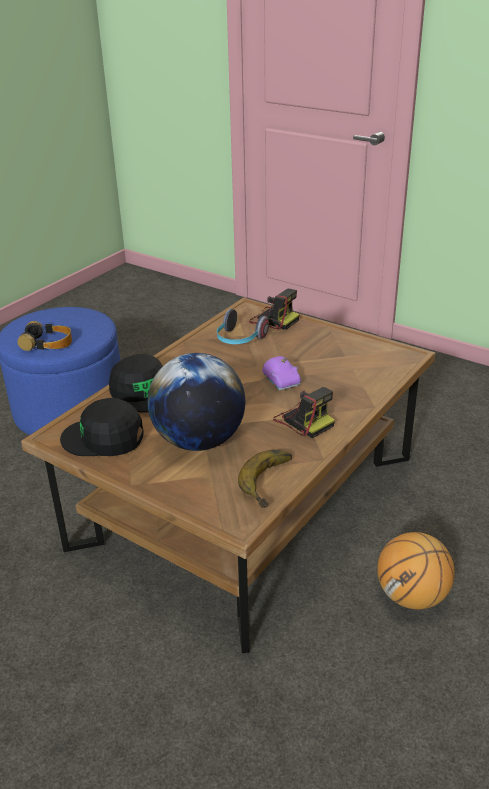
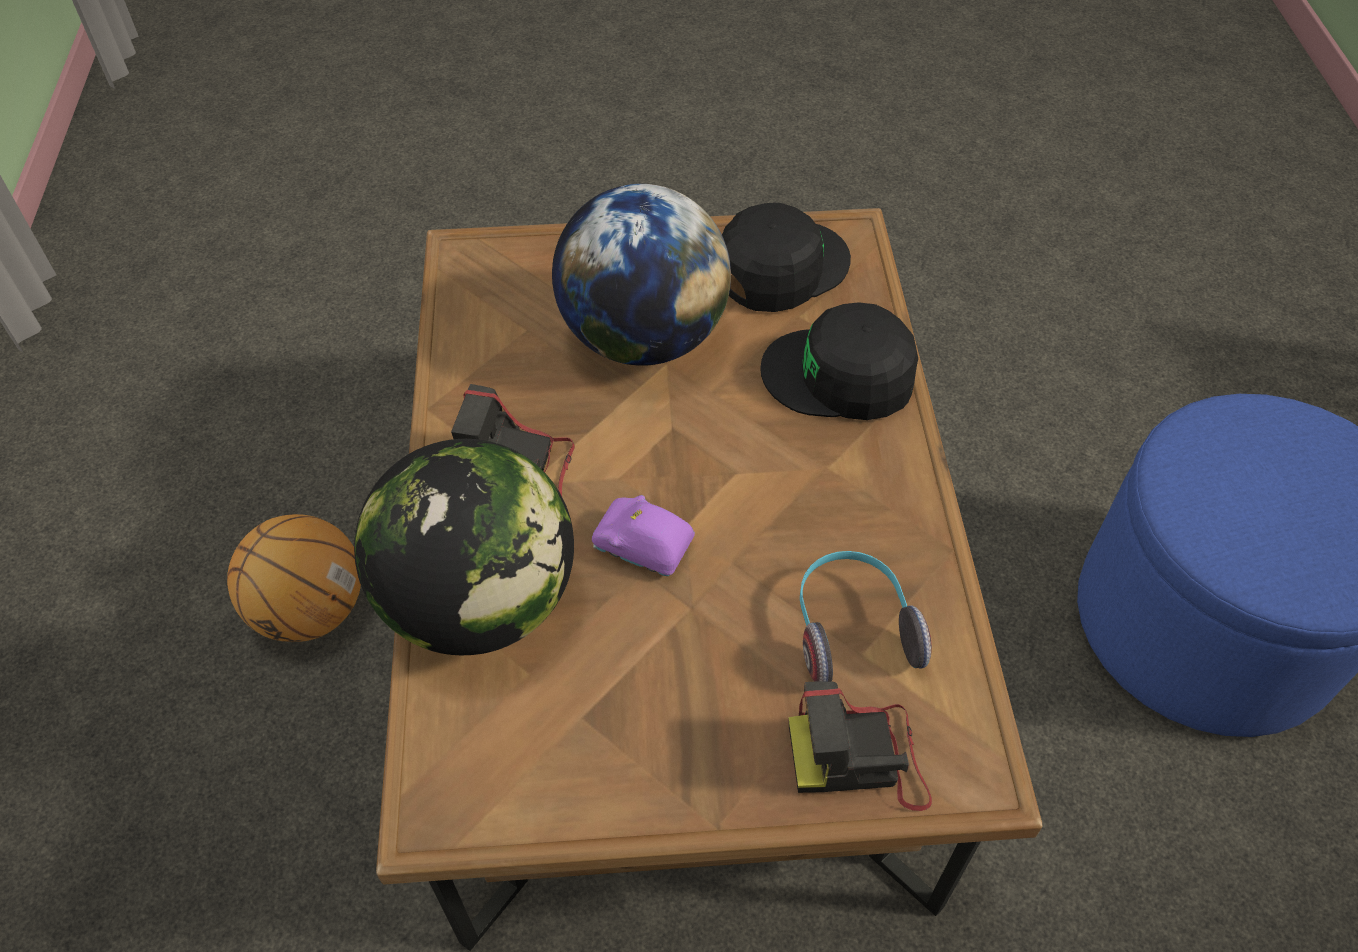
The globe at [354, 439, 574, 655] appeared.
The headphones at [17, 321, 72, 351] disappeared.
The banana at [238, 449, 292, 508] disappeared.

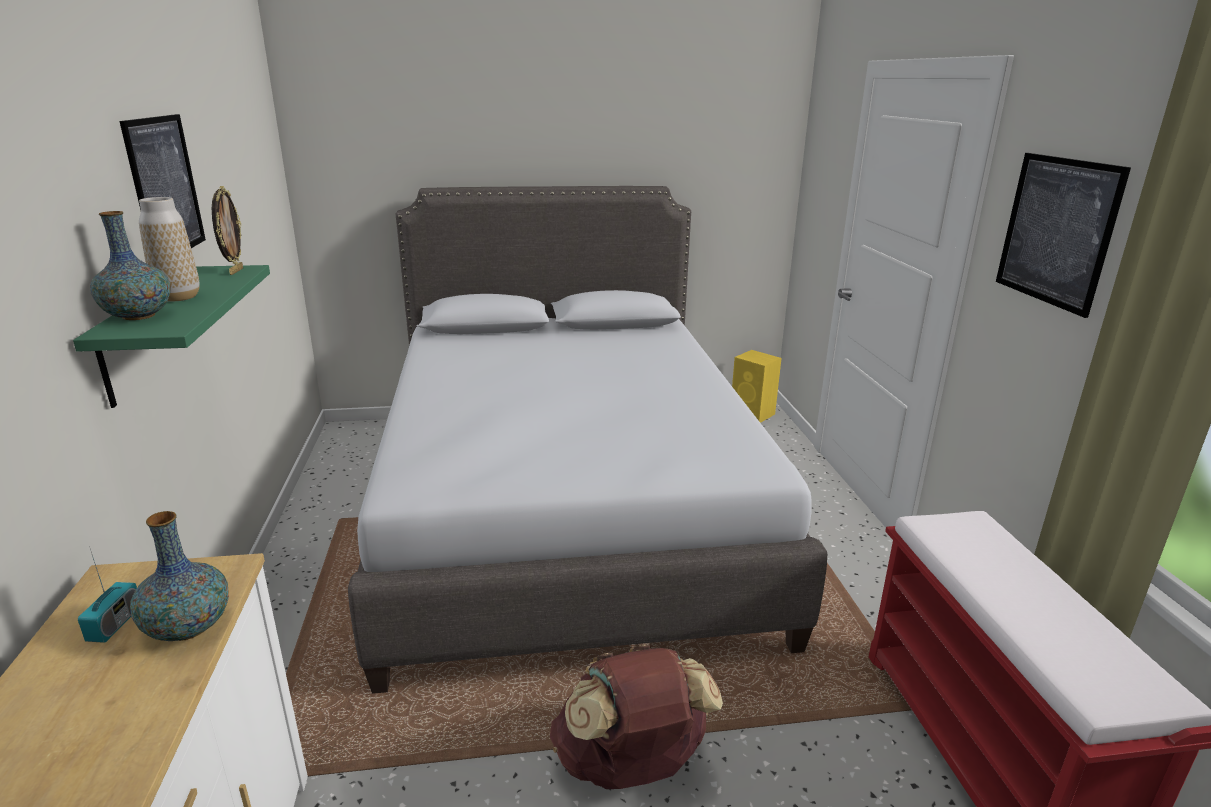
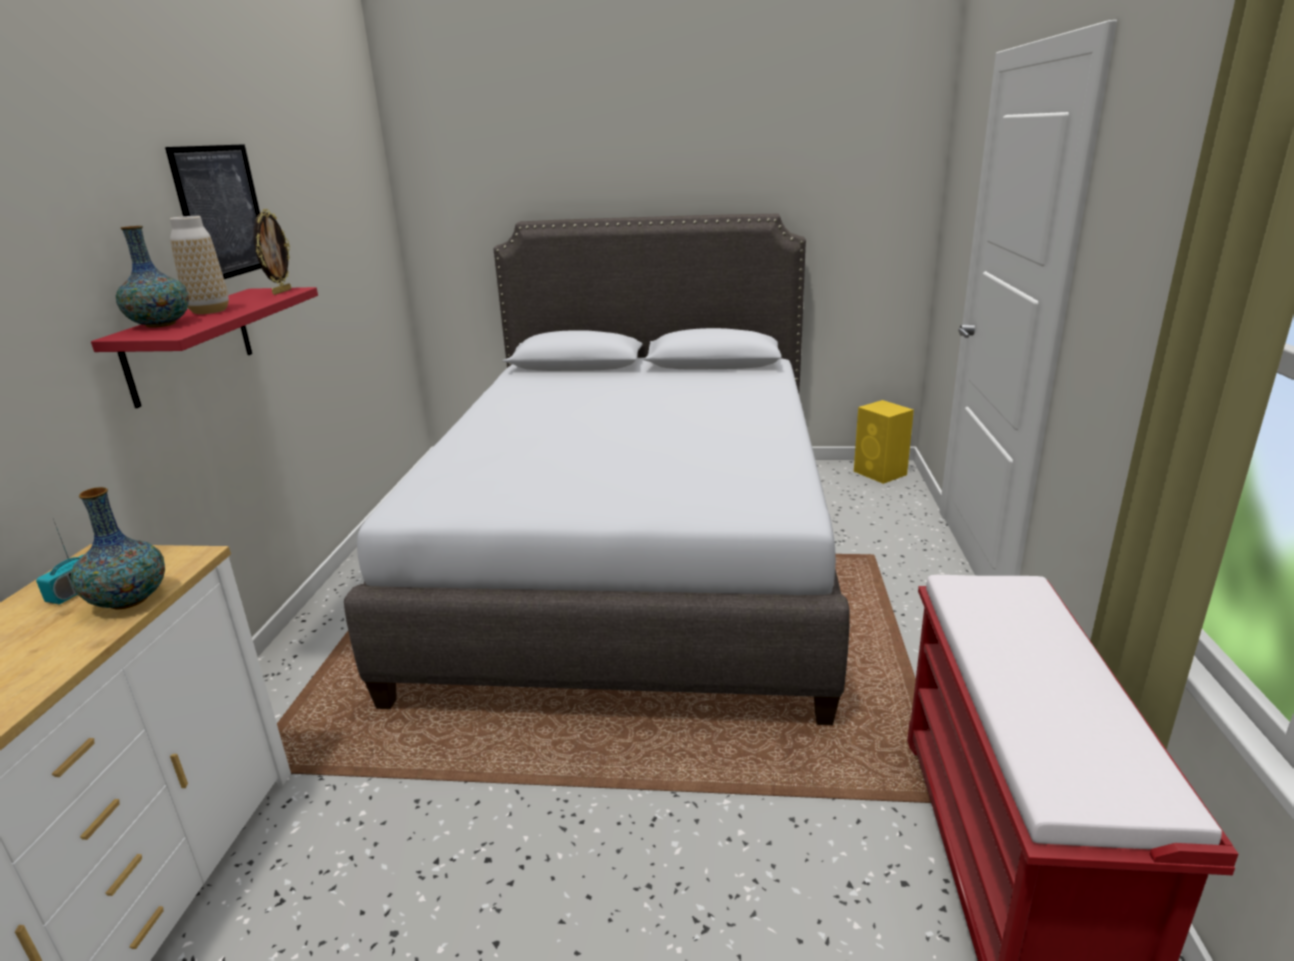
The green shelf at [73, 265, 270, 408] became the red shelf at [91, 287, 318, 408].
The brown backpack at [550, 644, 723, 789] disappeared.
The picture at [996, 153, 1131, 318] disappeared.

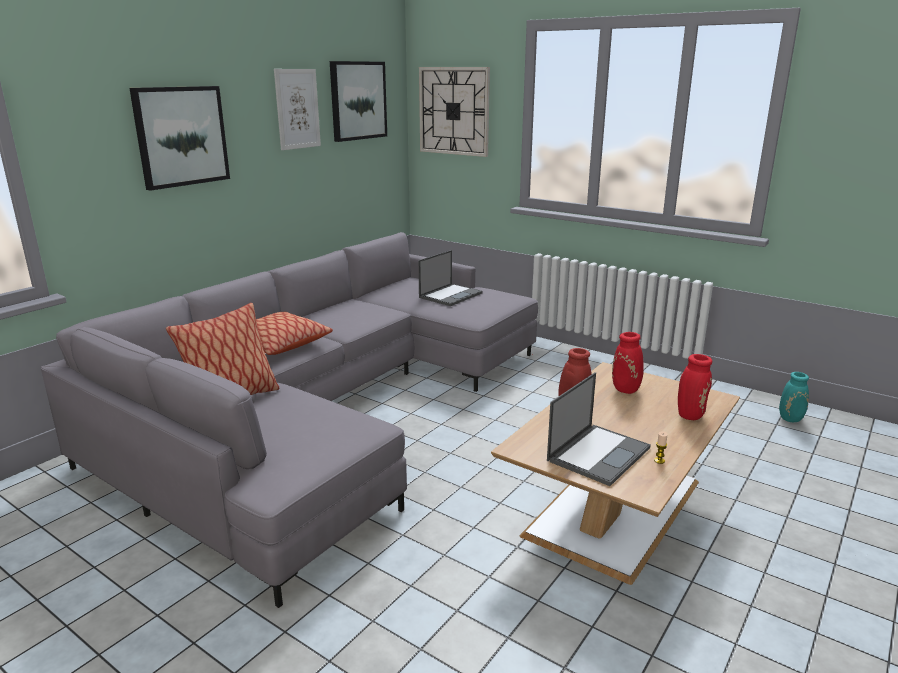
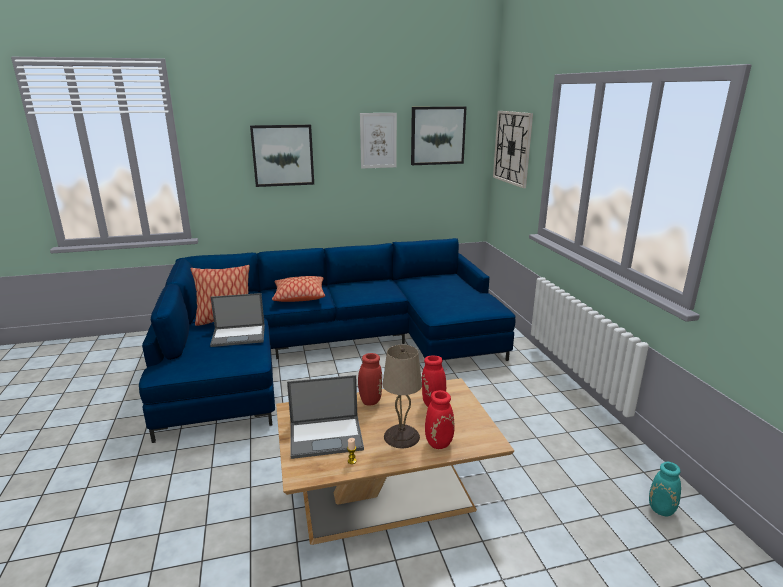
The grey sofa at [41, 232, 538, 608] became the blue sofa at [139, 238, 516, 443].
The laptop moved from [418, 250, 483, 306] to [210, 293, 265, 347].
The beige table lamp at [383, 345, 422, 448] appeared.

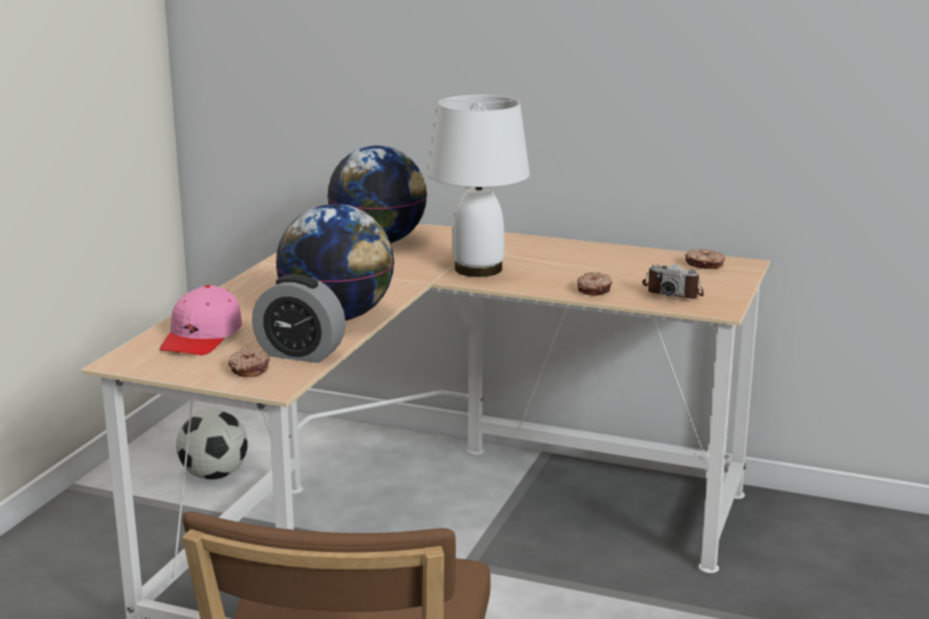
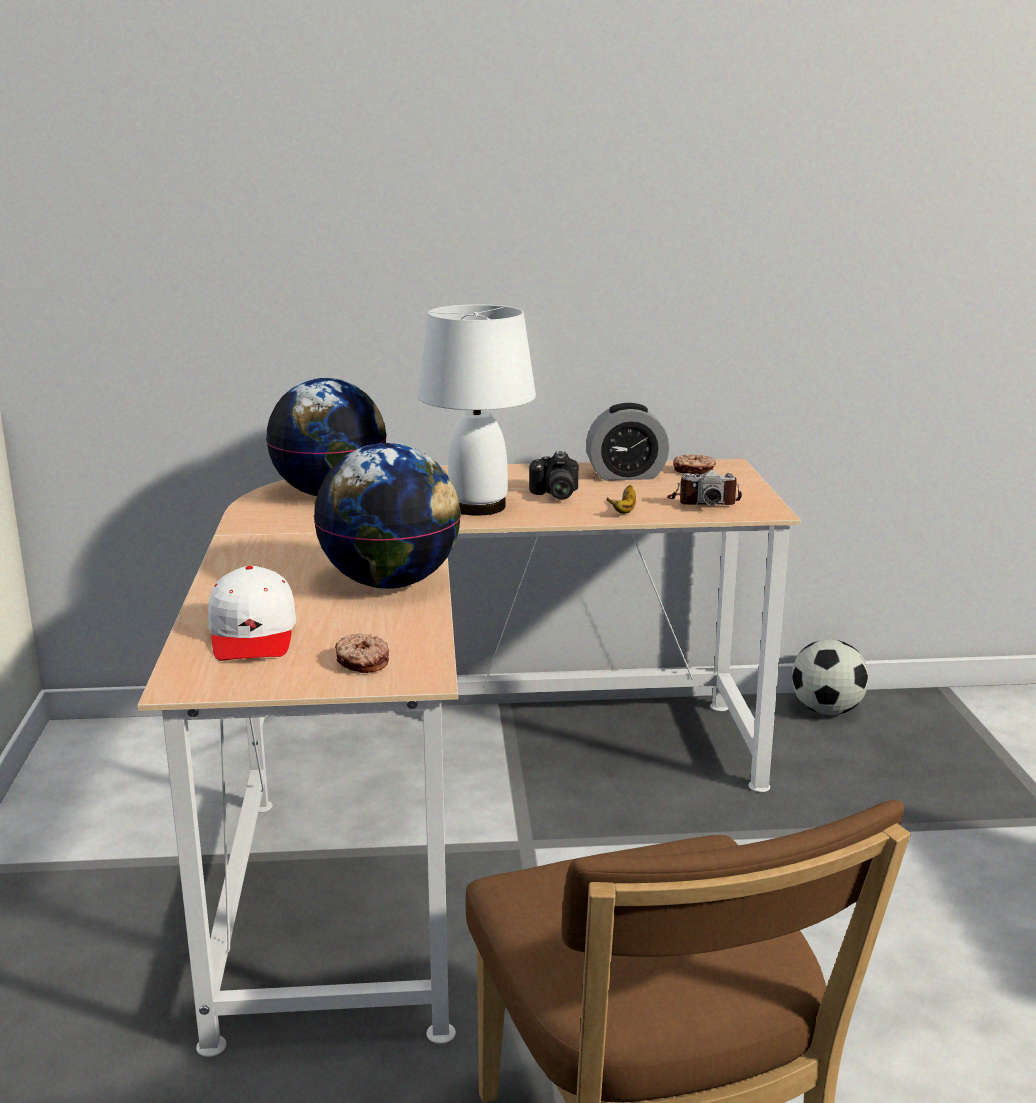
The pink cap at [160, 285, 242, 355] became the white cap at [208, 566, 296, 661].
The photo camera at [529, 451, 578, 500] appeared.
The alarm clock moved from [252, 274, 346, 363] to [586, 403, 669, 481].
The donut at [577, 272, 612, 296] was replaced by the banana at [607, 485, 636, 514].
The football moved from [176, 409, 248, 479] to [792, 639, 868, 715].

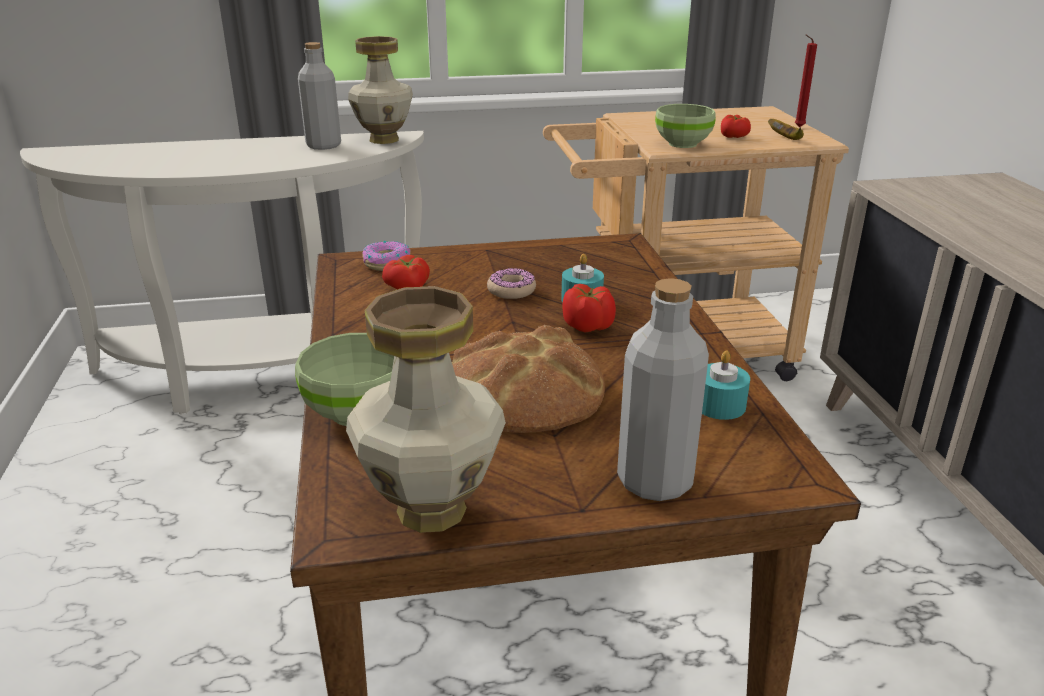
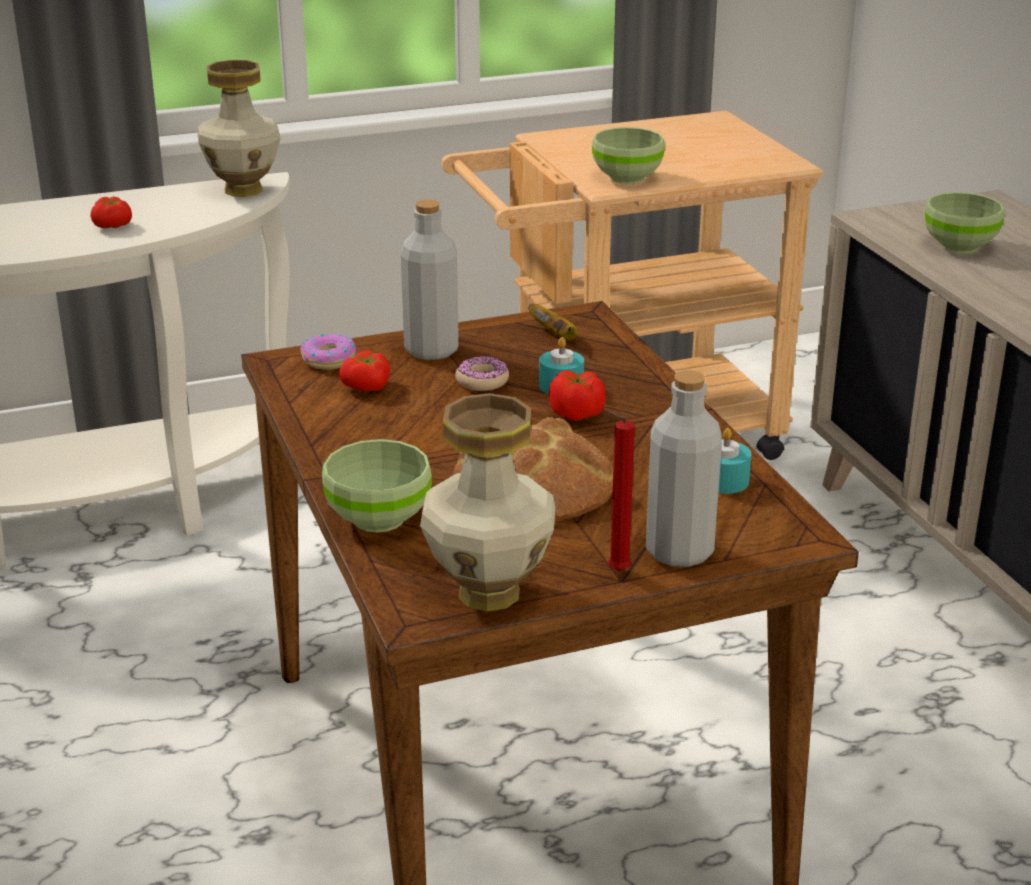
The tomato moved from [721, 115, 751, 138] to [91, 196, 132, 228].
The grey bottle moved from [298, 42, 341, 150] to [401, 199, 459, 360].
The banana moved from [768, 119, 804, 140] to [528, 303, 578, 340].
The red candle moved from [795, 35, 817, 127] to [608, 411, 635, 572].
The green bowl at [925, 192, 1004, 253] appeared.

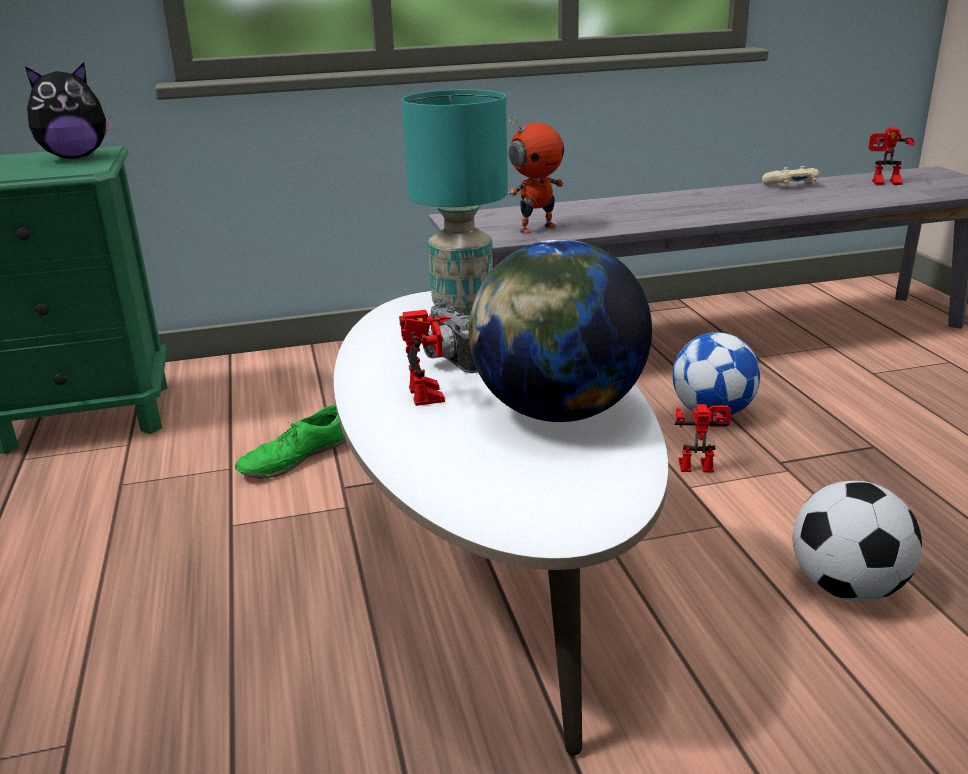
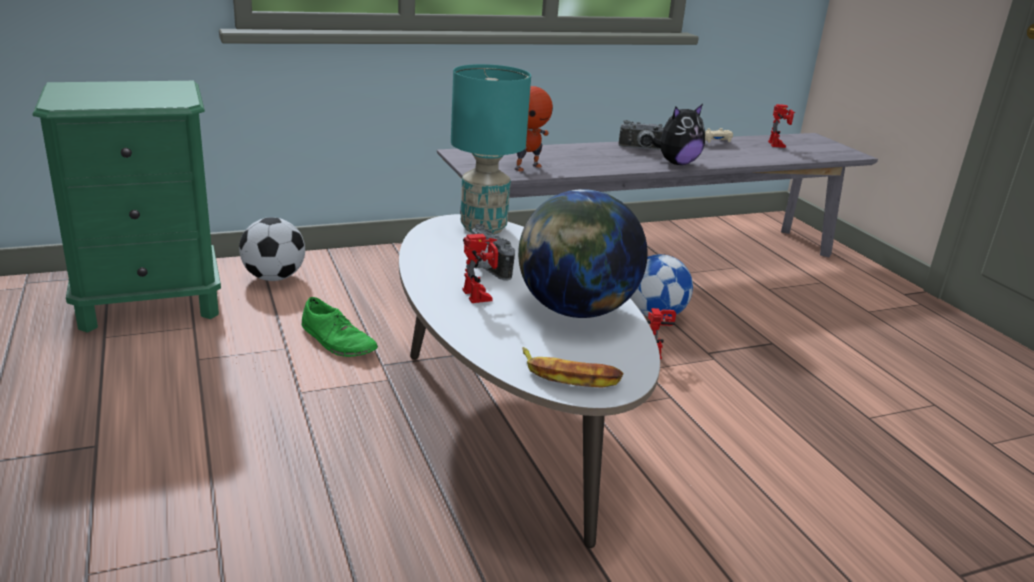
The football moved from [793, 481, 922, 601] to [239, 217, 305, 281].
The green shoe at [235, 404, 347, 479] turned 90 degrees counterclockwise.
The banana at [522, 347, 624, 388] appeared.
The photo camera at [618, 120, 664, 150] appeared.
The plush toy moved from [25, 62, 111, 158] to [651, 104, 705, 165].
The toy robot at [868, 128, 915, 185] turned 90 degrees counterclockwise.

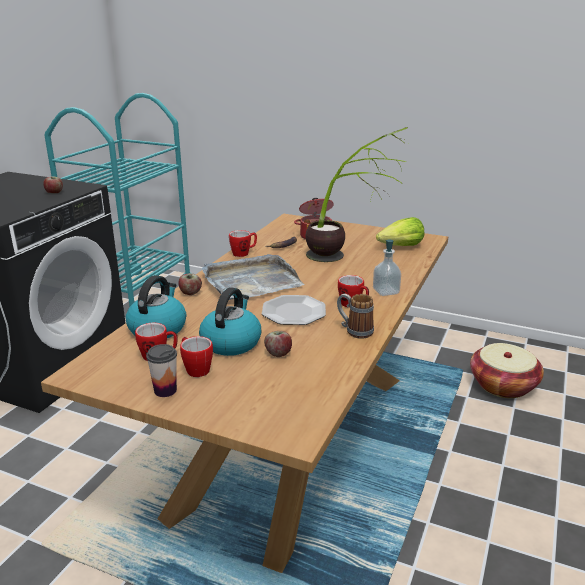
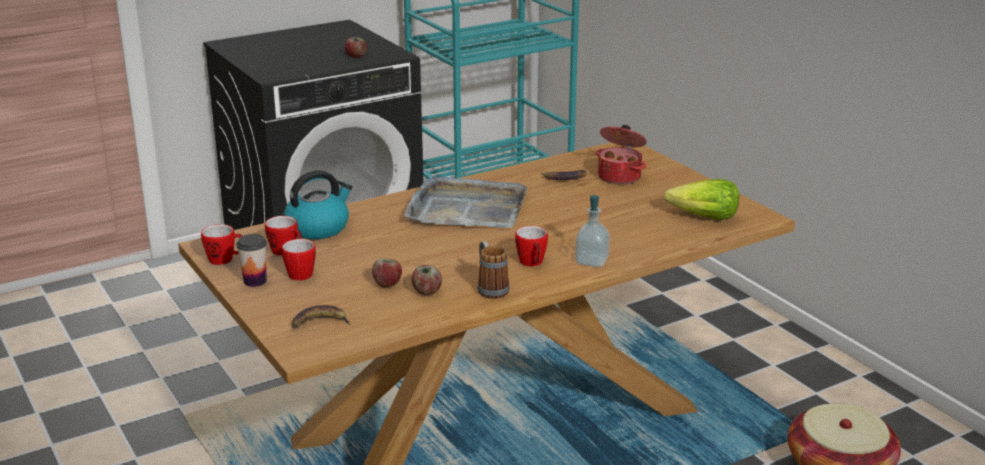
The mug moved from [229, 230, 257, 257] to [201, 224, 242, 265].
The banana at [292, 305, 351, 328] appeared.
The apple moved from [178, 273, 202, 295] to [412, 265, 442, 295].
The kettle at [199, 287, 261, 356] disappeared.
The plate at [262, 295, 326, 325] disappeared.
The potted plant at [305, 127, 408, 262] disappeared.

